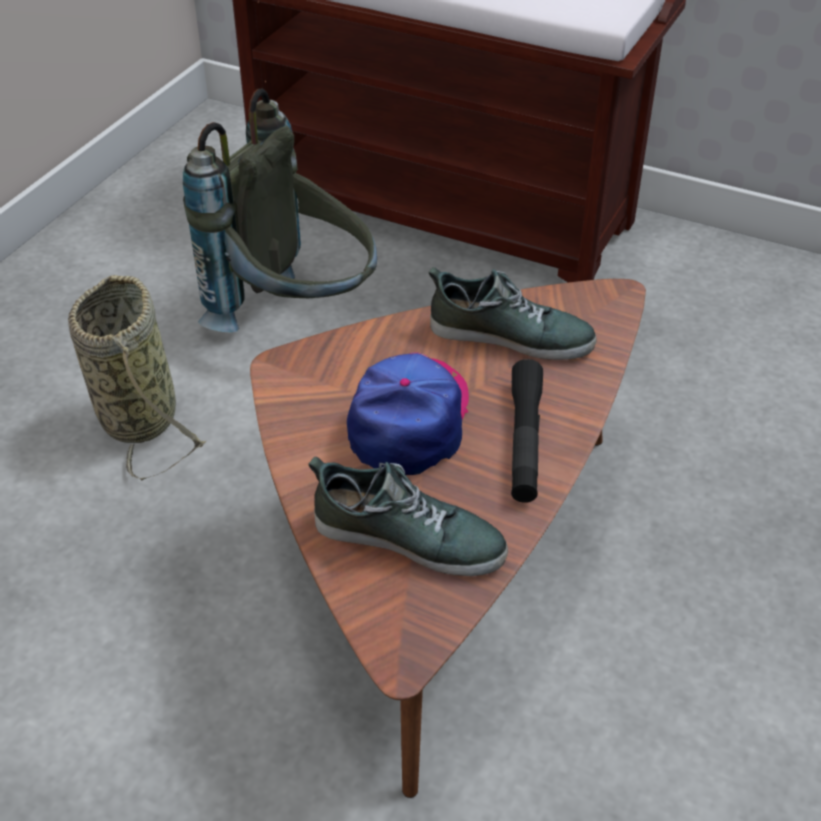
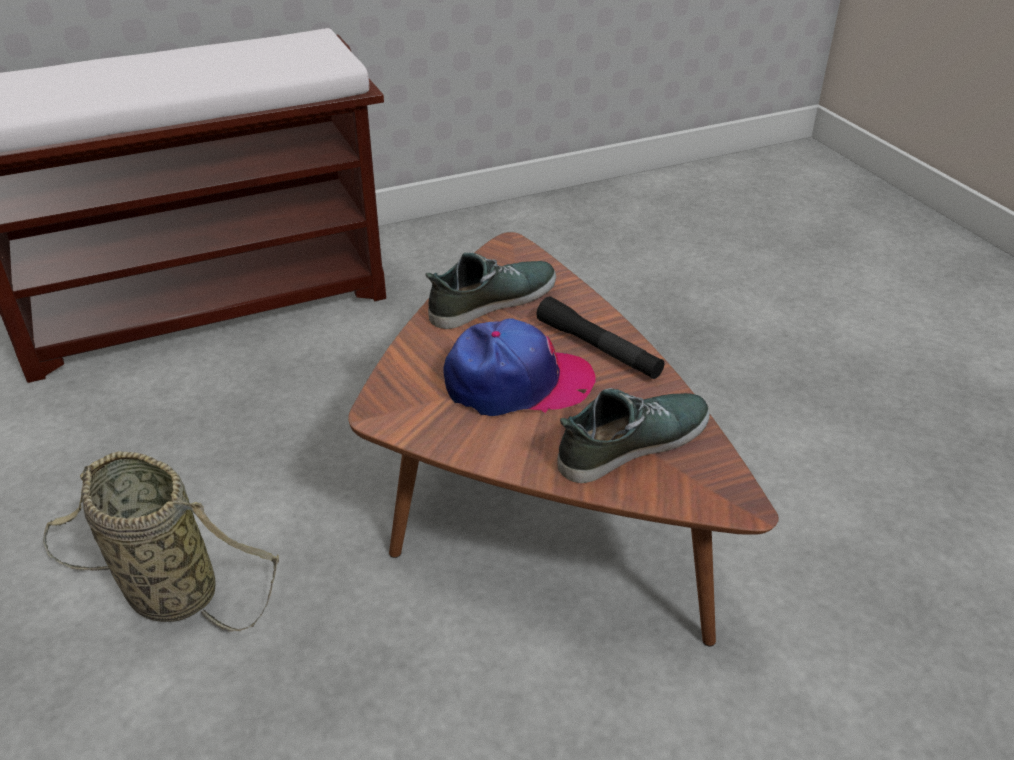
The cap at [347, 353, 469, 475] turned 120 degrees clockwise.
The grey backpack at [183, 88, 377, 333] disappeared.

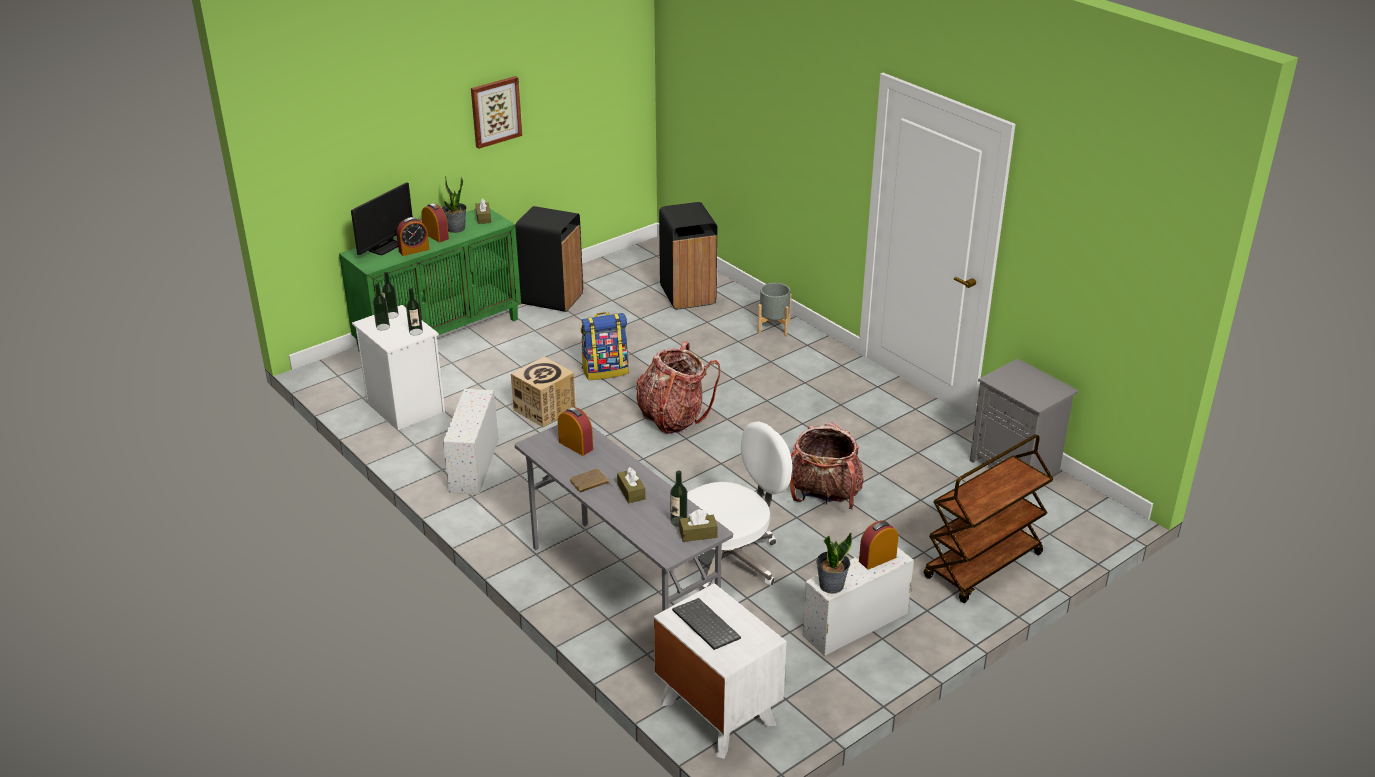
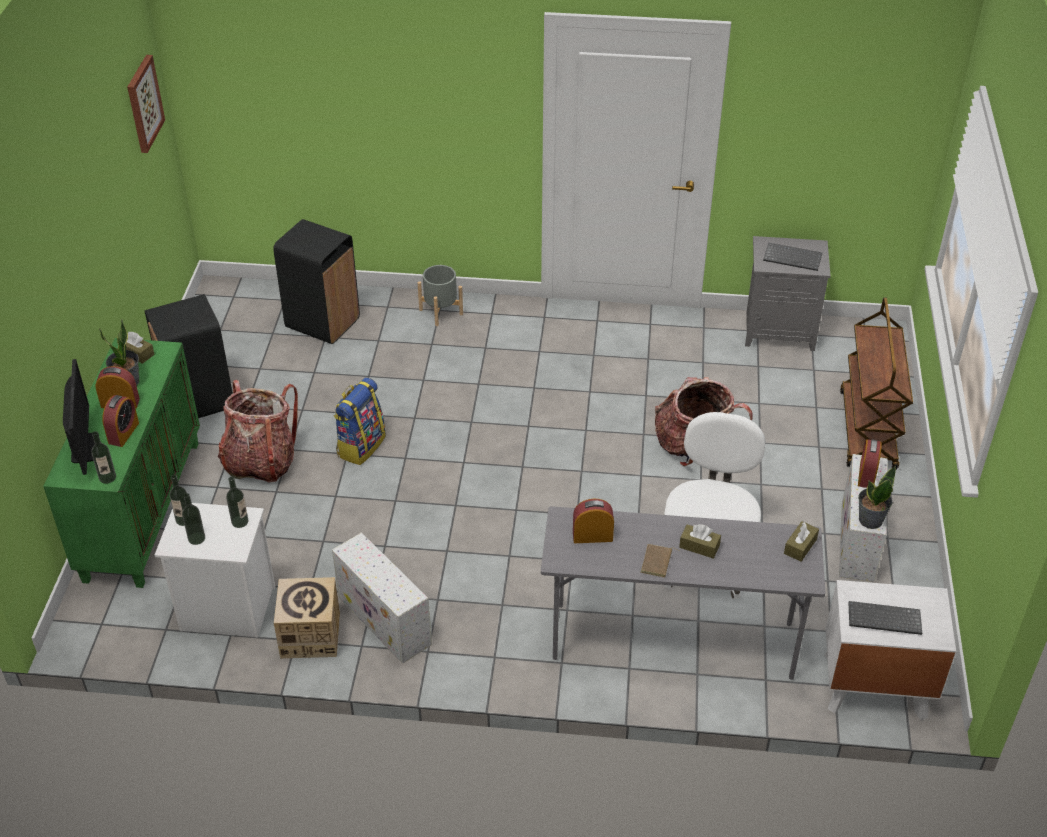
The bottle moved from [670, 470, 687, 527] to [91, 431, 116, 484].
The picture moved from [471, 76, 522, 149] to [127, 55, 165, 153].
The backpack moved from [636, 341, 720, 434] to [218, 380, 298, 483].
The cardboard box moved from [511, 357, 576, 427] to [274, 577, 340, 659].
The keyboard at [763, 243, 822, 271] appeared.

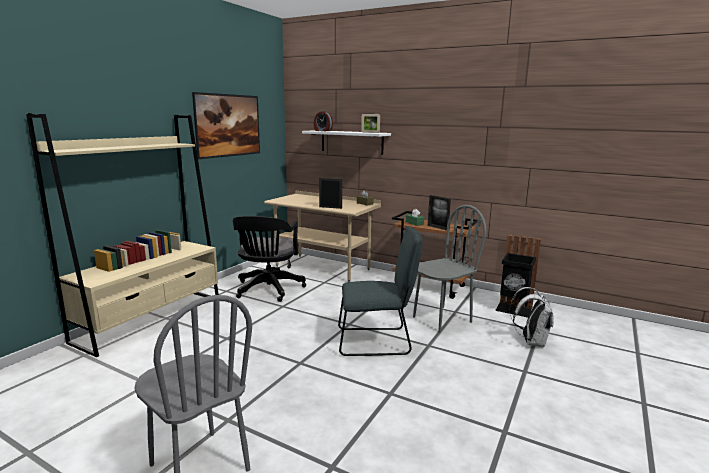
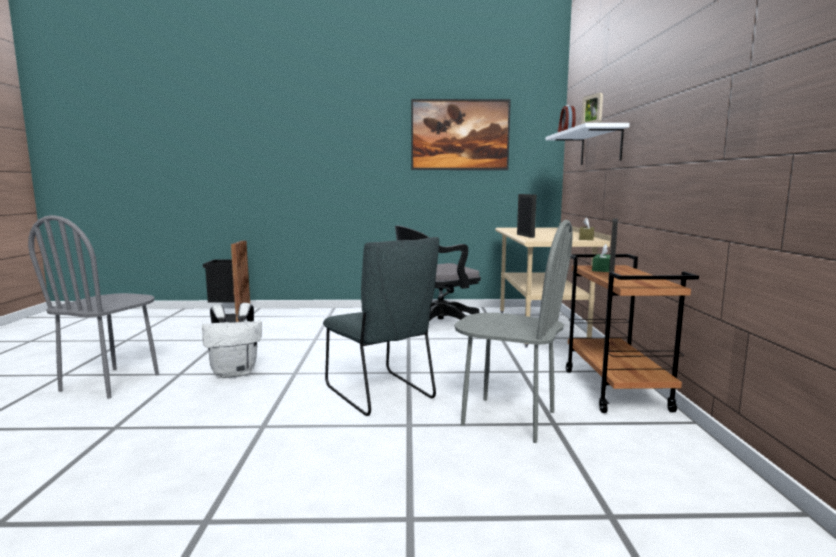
The white backpack moved from [509, 287, 554, 348] to [202, 303, 262, 378].
The black trash can moved from [495, 234, 541, 318] to [203, 240, 250, 323].
The beige bookcase at [26, 113, 219, 357] disappeared.

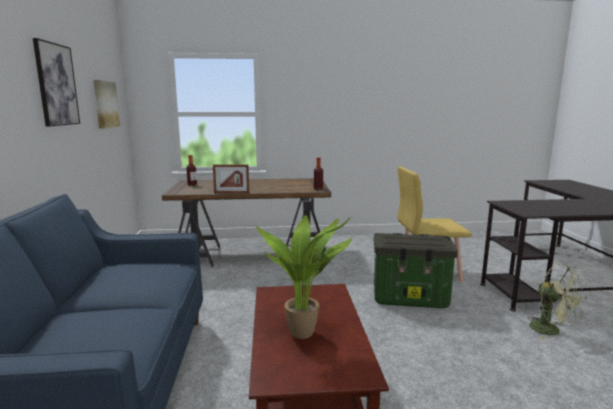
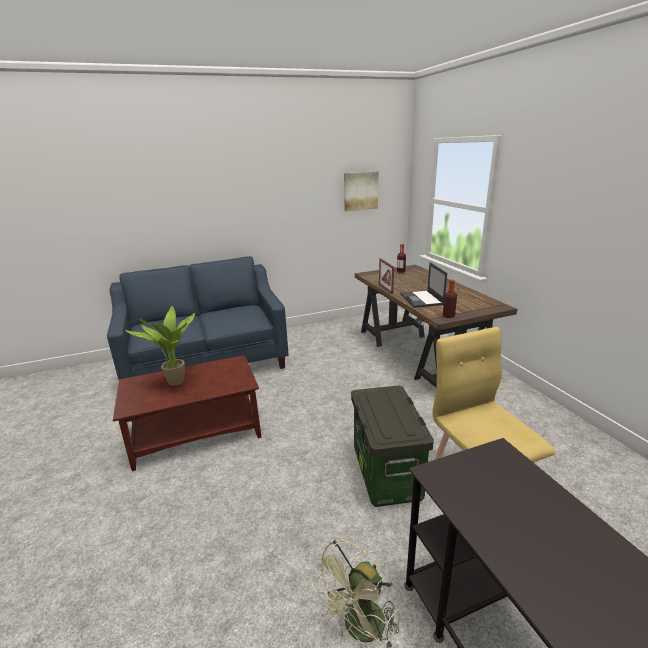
The laptop at [400, 262, 447, 308] appeared.
The picture at [33, 38, 80, 127] disappeared.

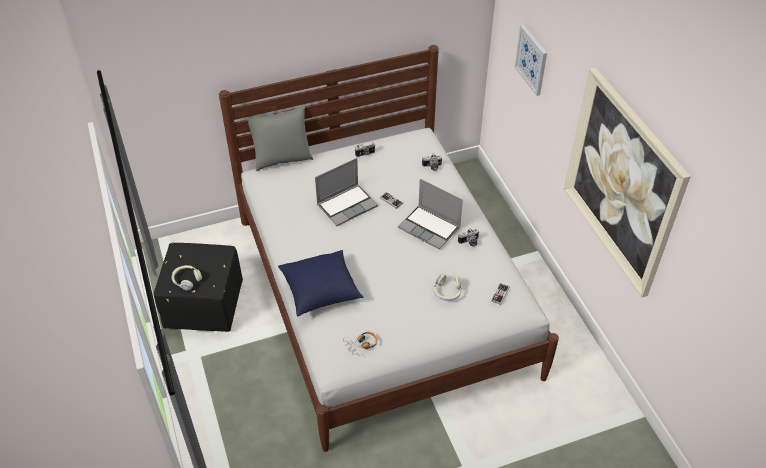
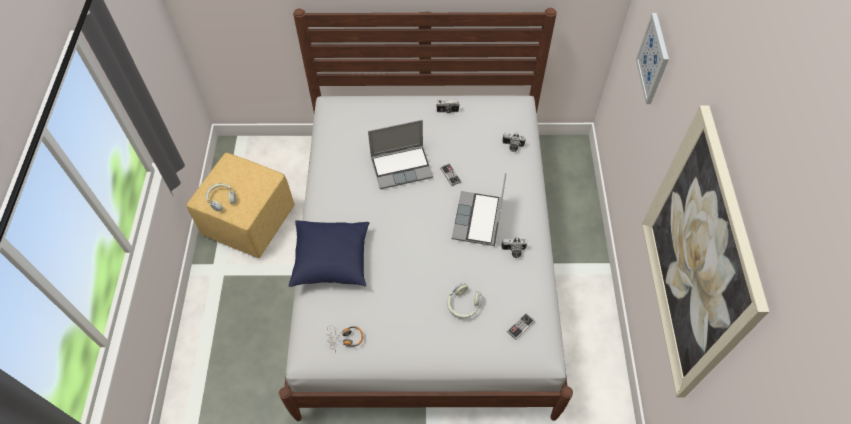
The black ottoman at [153, 243, 243, 332] became the yellow ottoman at [186, 153, 295, 258].
The laptop at [398, 179, 463, 250] turned 45 degrees clockwise.
The grey pillow at [245, 106, 313, 171] disappeared.

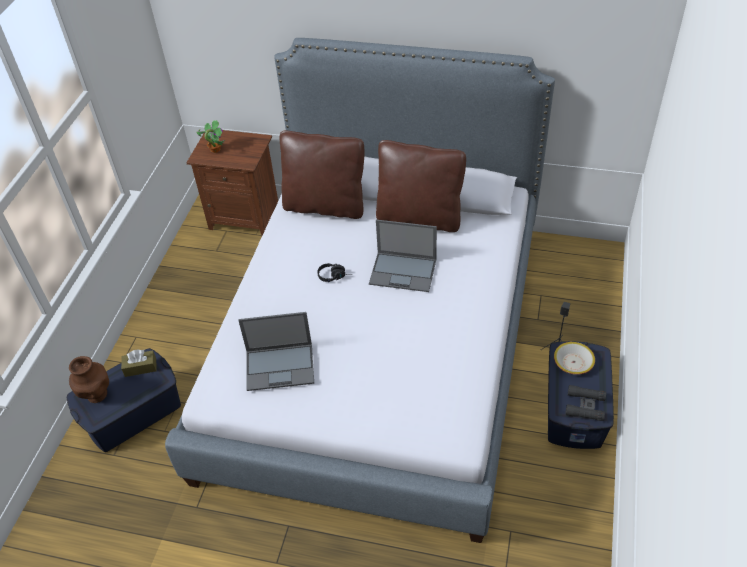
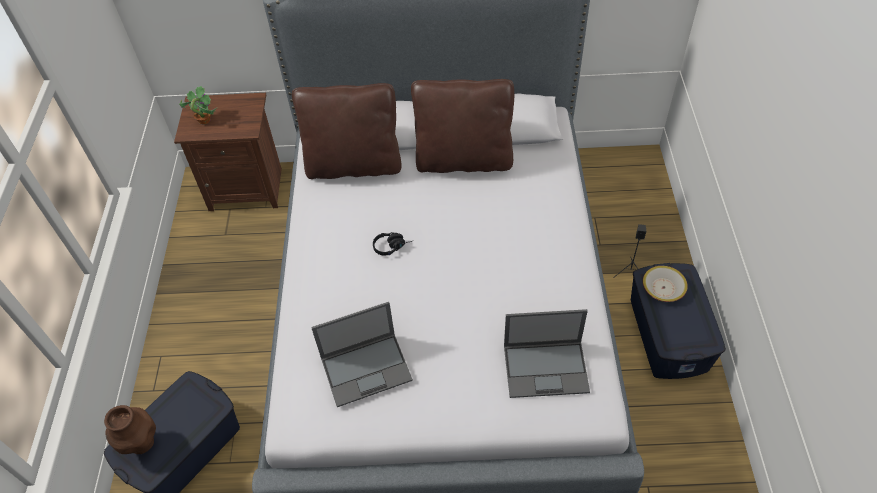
The laptop moved from [369, 220, 437, 292] to [504, 309, 590, 398].
The brown tissue box at [121, 350, 156, 377] disappeared.
The black binoculars at [565, 385, 606, 421] disappeared.

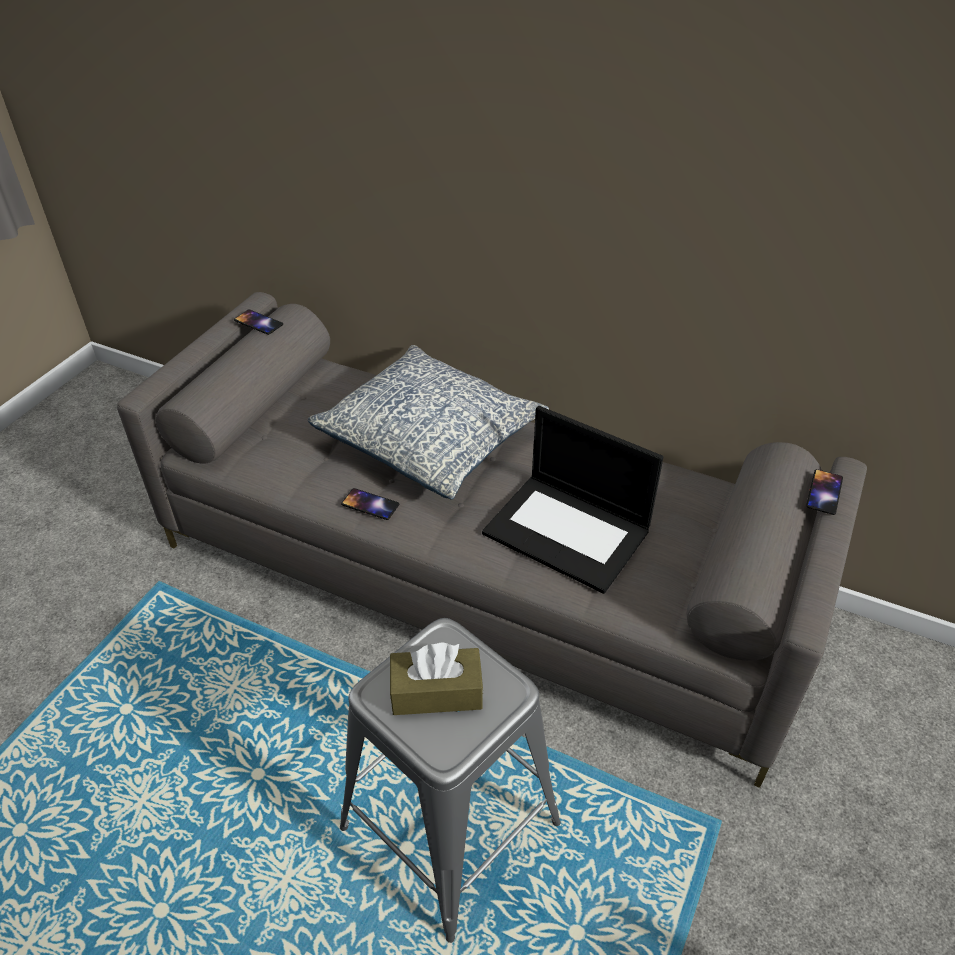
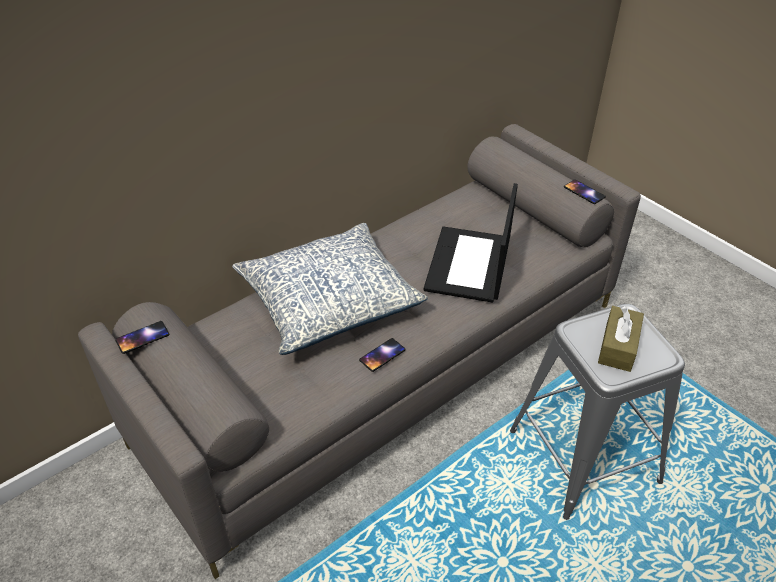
The laptop at [482, 406, 663, 594] turned 135 degrees clockwise.
The phone moved from [806, 469, 843, 515] to [564, 179, 606, 204].

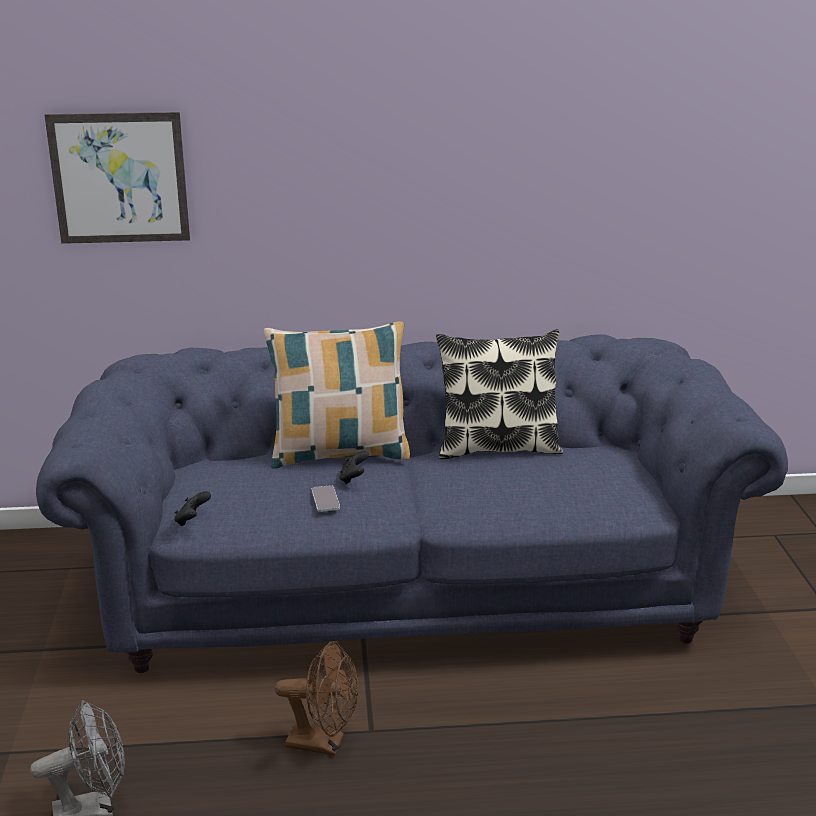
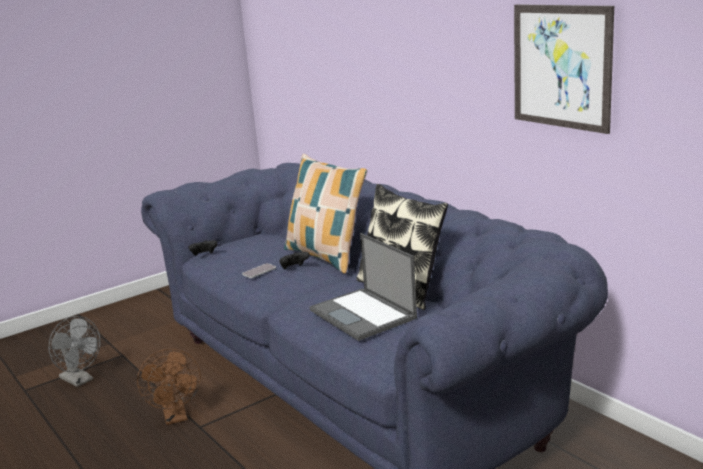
The laptop at [309, 233, 417, 341] appeared.
The picture moved from [45, 112, 190, 244] to [514, 4, 614, 134].

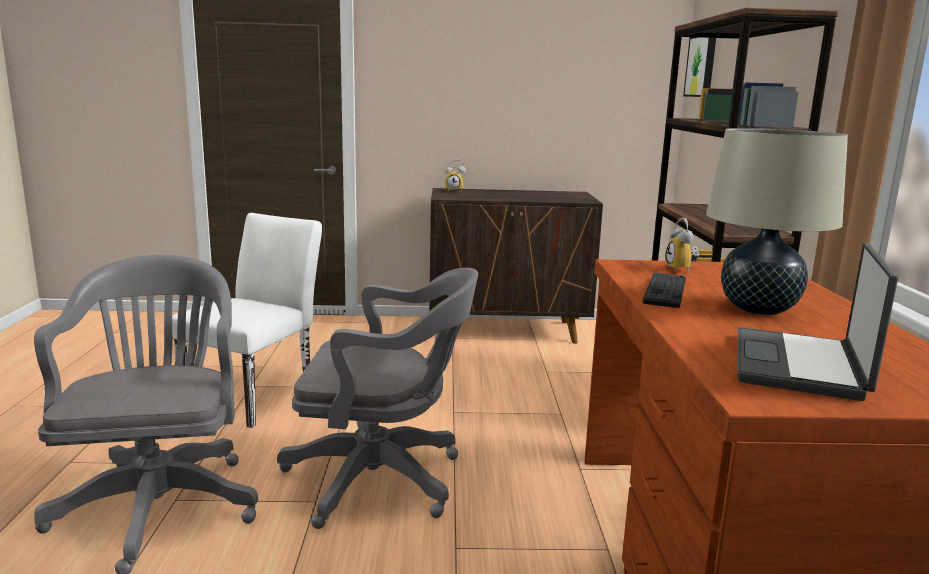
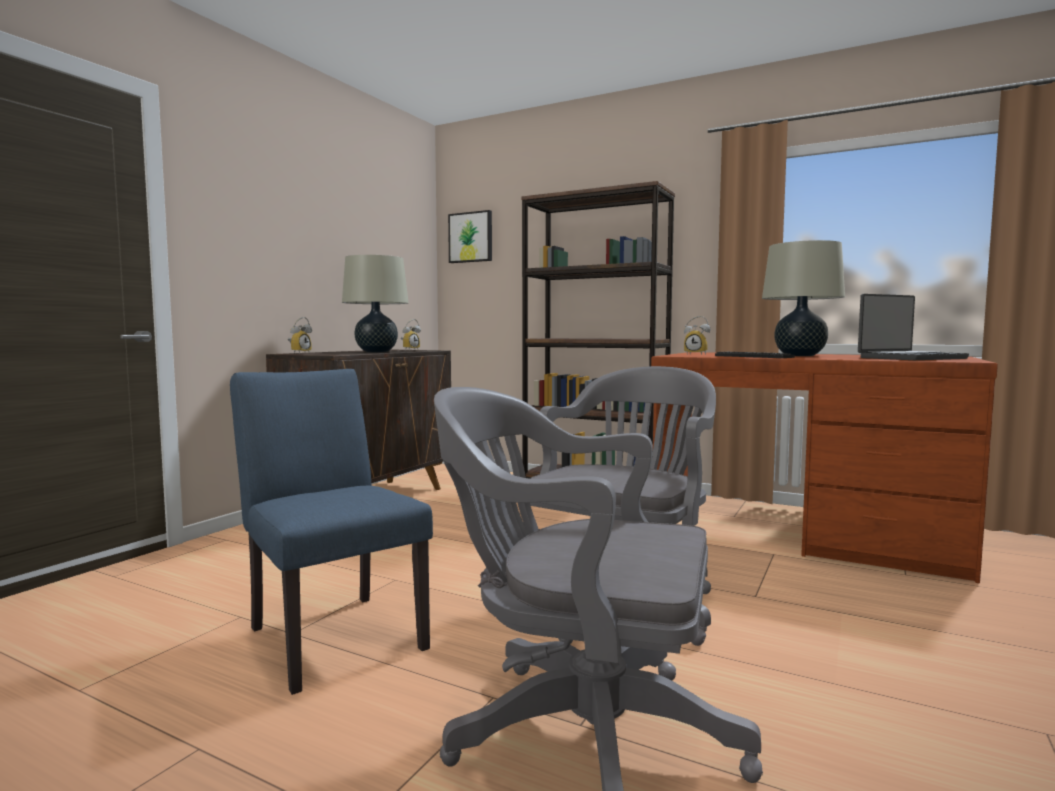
The white chair at [172, 213, 322, 428] became the blue chair at [230, 369, 433, 695].
The beige table lamp at [342, 255, 409, 353] appeared.
The alarm clock at [401, 319, 421, 350] appeared.
The laptop at [737, 243, 898, 401] turned 75 degrees counterclockwise.

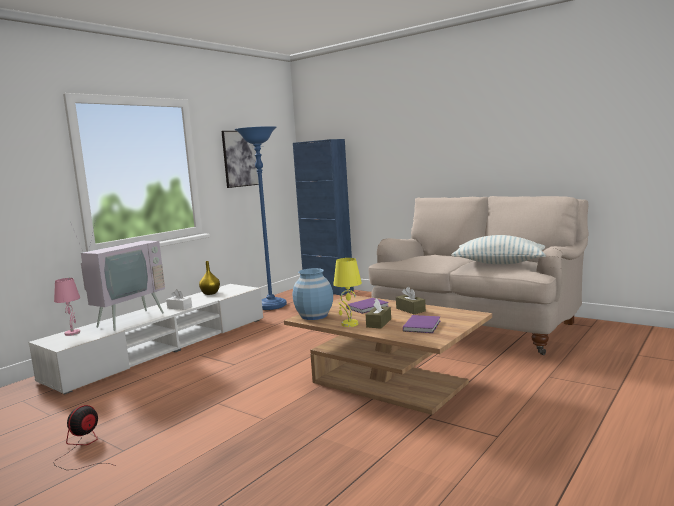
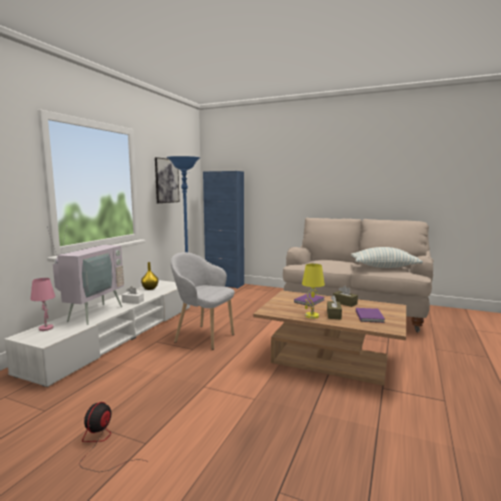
The grey armchair at [171, 252, 234, 350] appeared.
The blue vase at [293, 268, 333, 320] disappeared.

